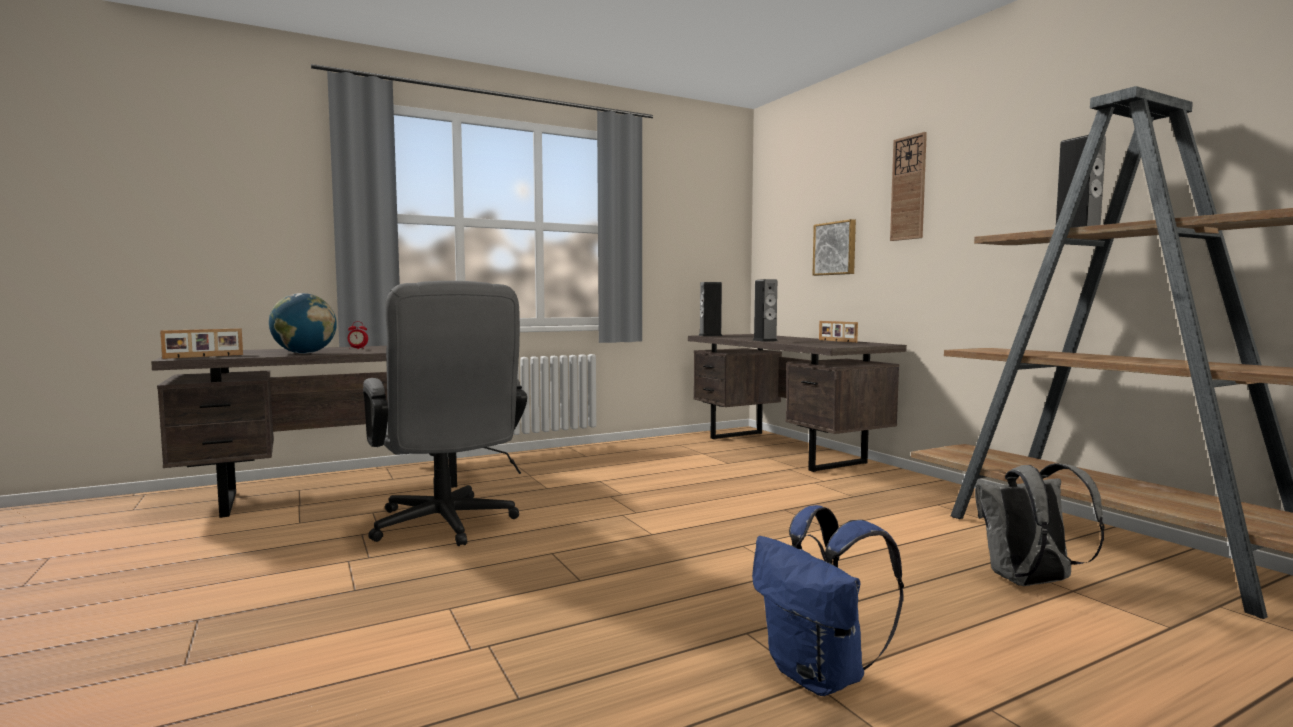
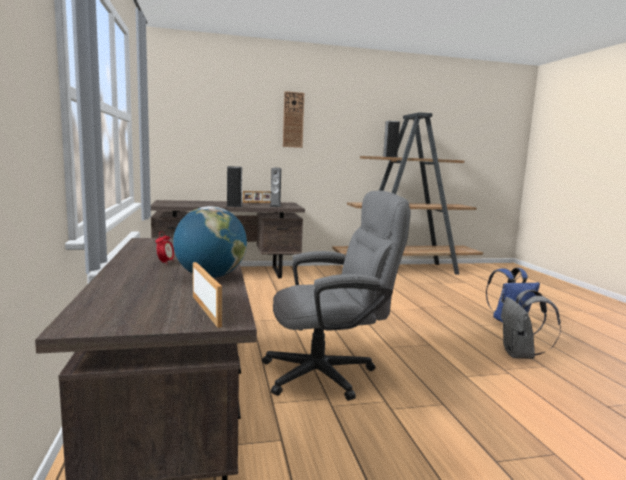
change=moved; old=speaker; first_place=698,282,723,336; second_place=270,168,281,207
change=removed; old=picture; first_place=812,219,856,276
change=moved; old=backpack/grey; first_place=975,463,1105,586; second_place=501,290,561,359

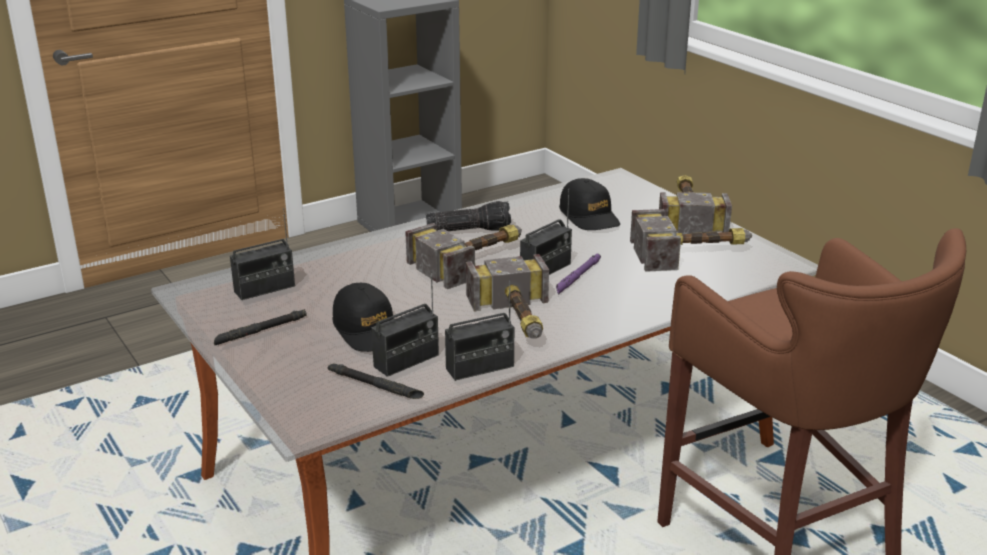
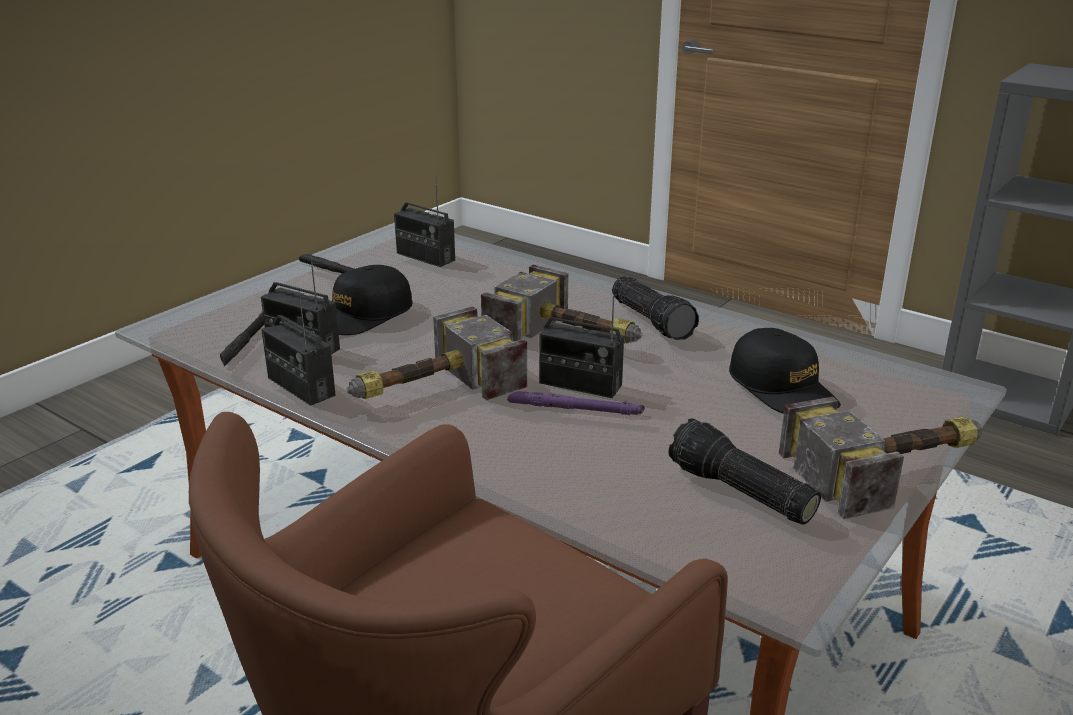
change=turned; old=cap/black; first_place=559,178,620,230; second_place=729,328,841,414; degrees=-75
change=replaced; old=hammer; new=flashlight; first_place=630,209,752,272; second_place=669,418,821,525

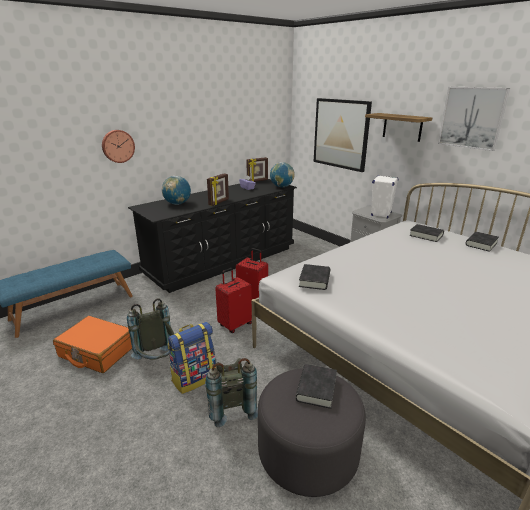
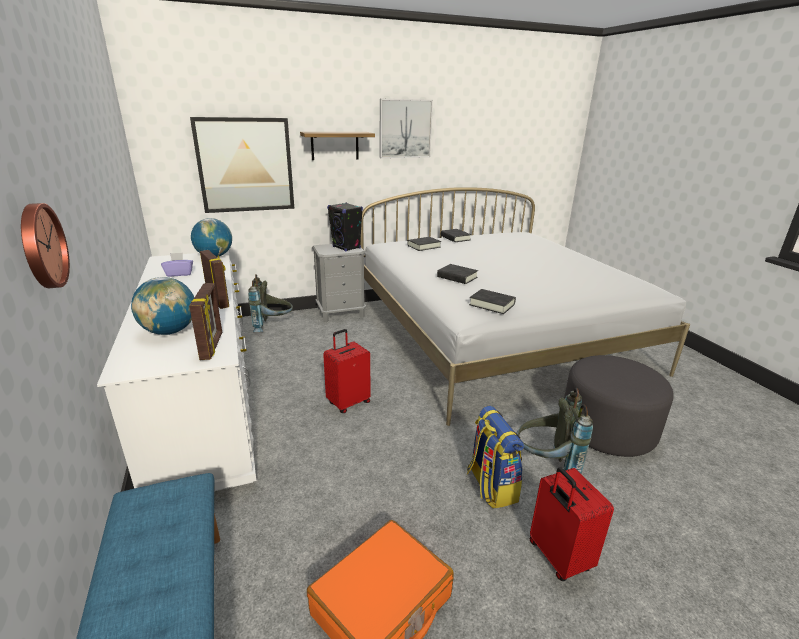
change=moved; old=backpack/grey; first_place=127,298,174,360; second_place=248,274,293,332
change=recoloured; old=dresser/black; new=dresser/white; first_place=128,179,297,293; second_place=97,251,257,491
change=moved; old=suitcase/red; first_place=215,268,252,333; second_place=530,467,614,581
change=moved; old=picture frame; first_place=246,157,268,182; second_place=189,283,222,360
change=moved; old=book/black; first_place=296,364,337,409; second_place=437,264,478,284
change=recoloured; old=speaker/white; new=speaker/black; first_place=371,175,398,218; second_place=327,203,363,252

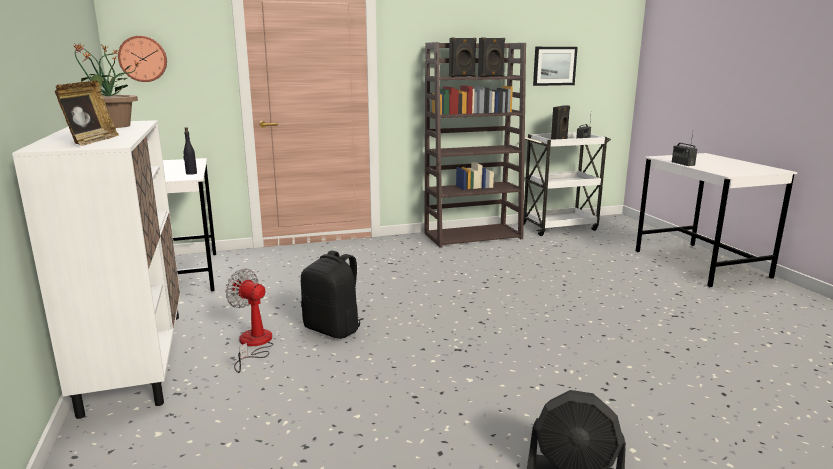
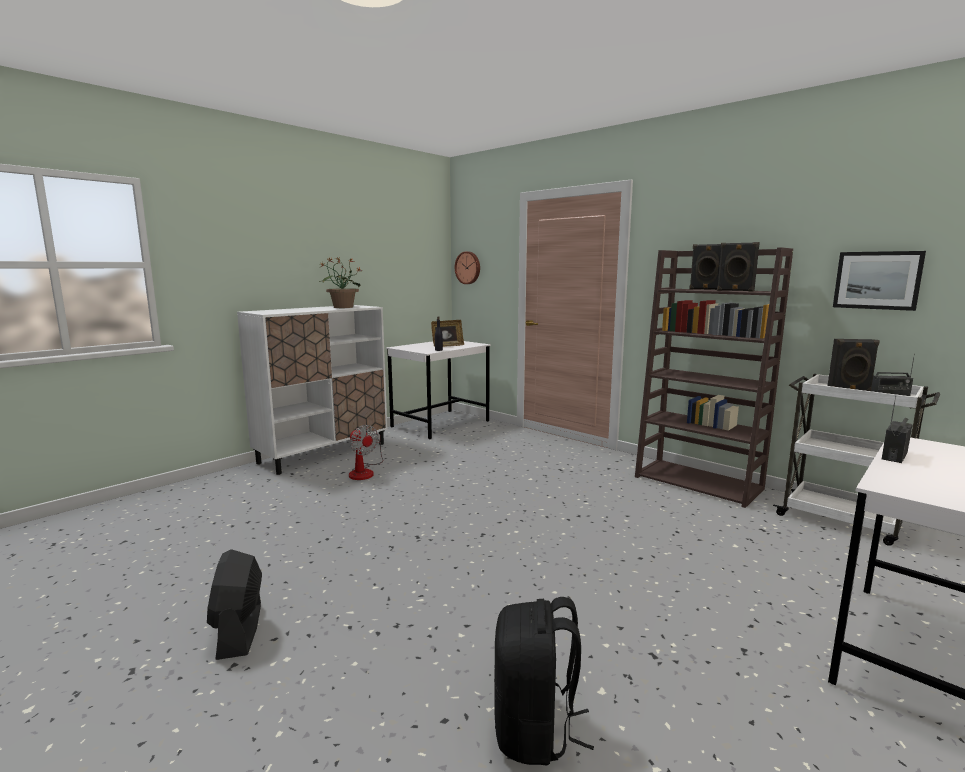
change=moved; old=picture frame; first_place=55,81,119,146; second_place=431,320,464,347
change=turned; old=fan; first_place=225,269,274,373; second_place=349,425,384,480; degrees=135
change=moved; old=backpack/black; first_place=301,250,363,339; second_place=494,597,594,765

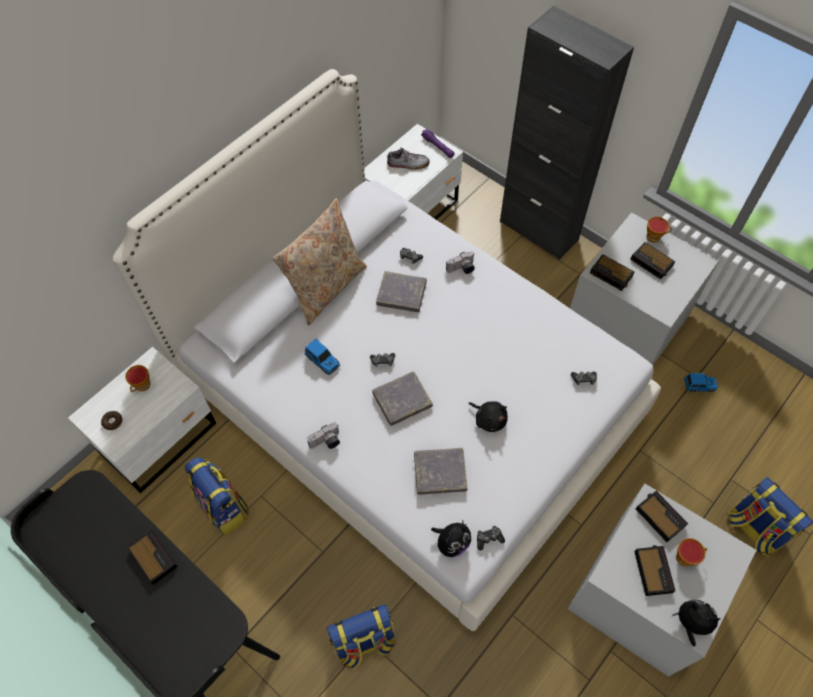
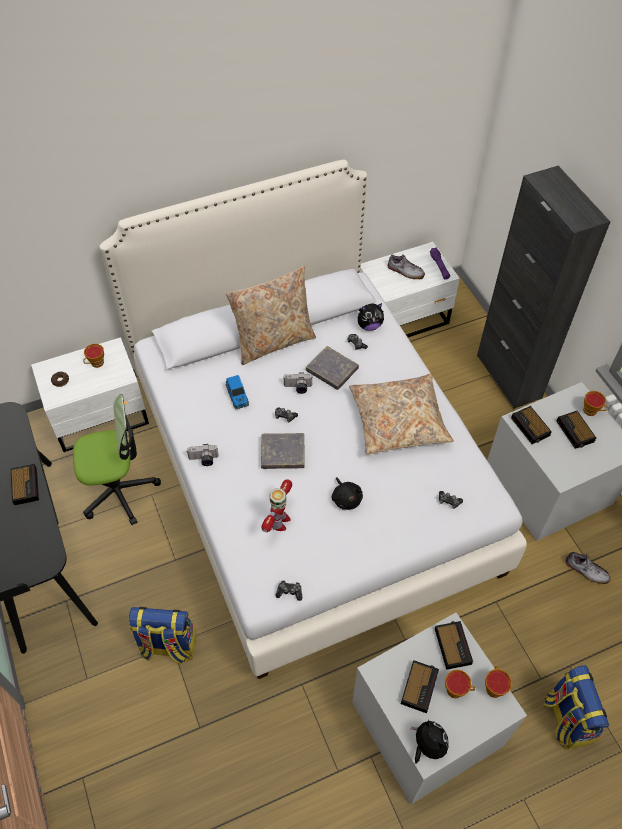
change=replaced; old=backpack; new=office chair; first_place=185,457,249,535; second_place=73,394,161,525
change=replaced; old=book/grey; new=toy robot; first_place=414,448,467,495; second_place=261,479,292,532
change=moved; old=plush toy; first_place=431,521,471,557; second_place=358,303,384,331
change=moved; old=photo camera; first_place=446,251,475,274; second_place=284,373,312,394
change=replaced; old=toy car; new=shoe; first_place=684,373,718,392; second_place=566,552,610,584
change=added; new=pillow/beige; second_place=349,374,454,455
change=added; new=cup; second_place=485,666,512,698

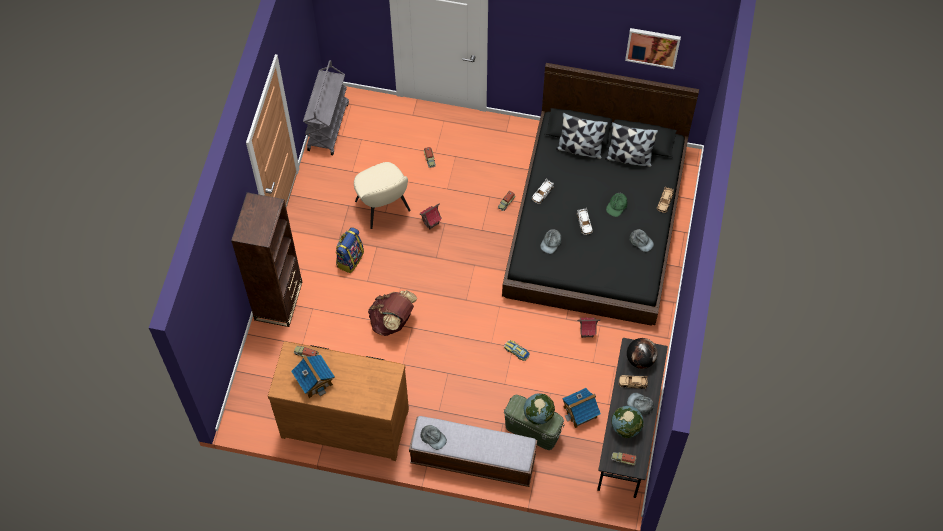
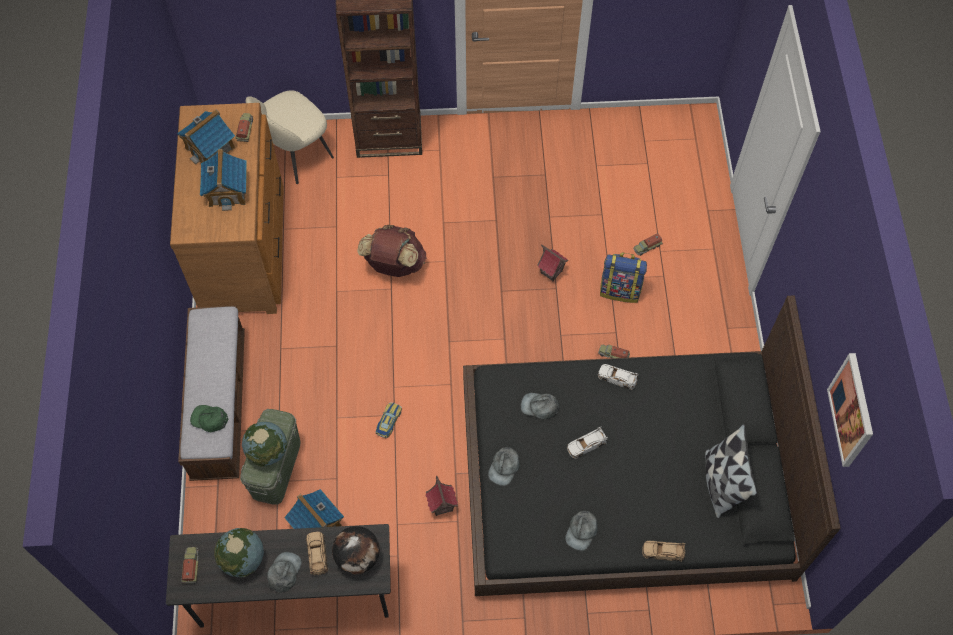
change=removed; old=cart/grey; first_place=303,60,349,155
change=moved; old=backpack; first_place=336,228,364,273; second_place=600,253,647,303
change=moved; old=chair/beige; first_place=354,162,411,229; second_place=246,90,334,184
change=moved; old=cap/grey; first_place=421,425,447,450; second_place=488,447,520,486
change=removed; old=pillow; first_place=556,112,608,159
change=moved; old=cap/green; first_place=606,192,627,217; second_place=190,405,228,432
change=added; new=toy house; second_place=200,149,247,211

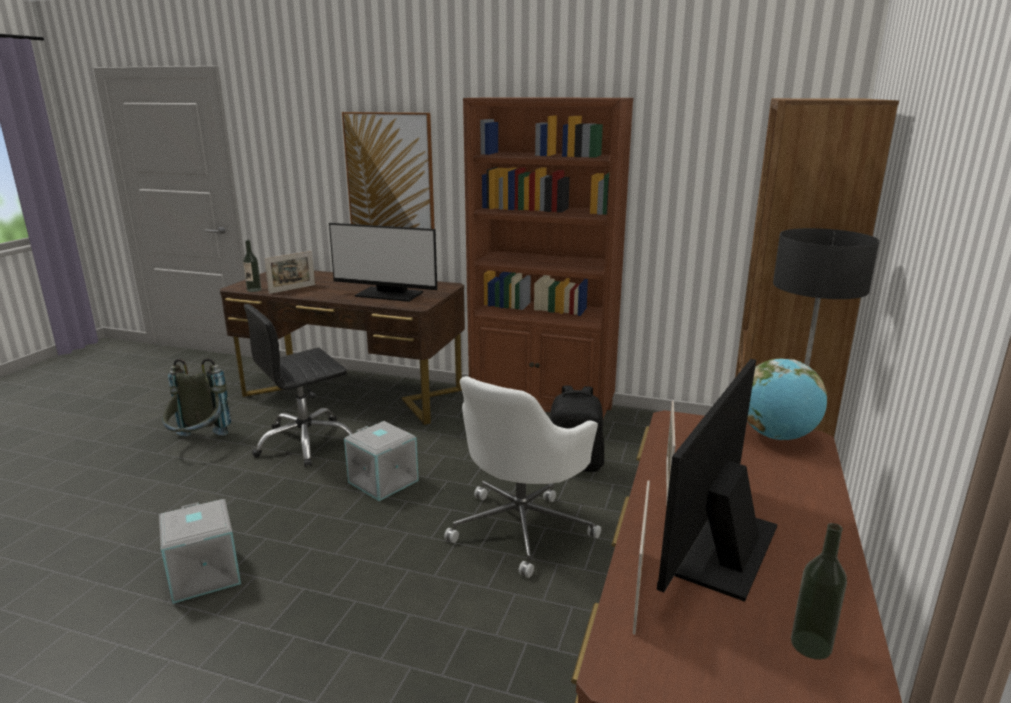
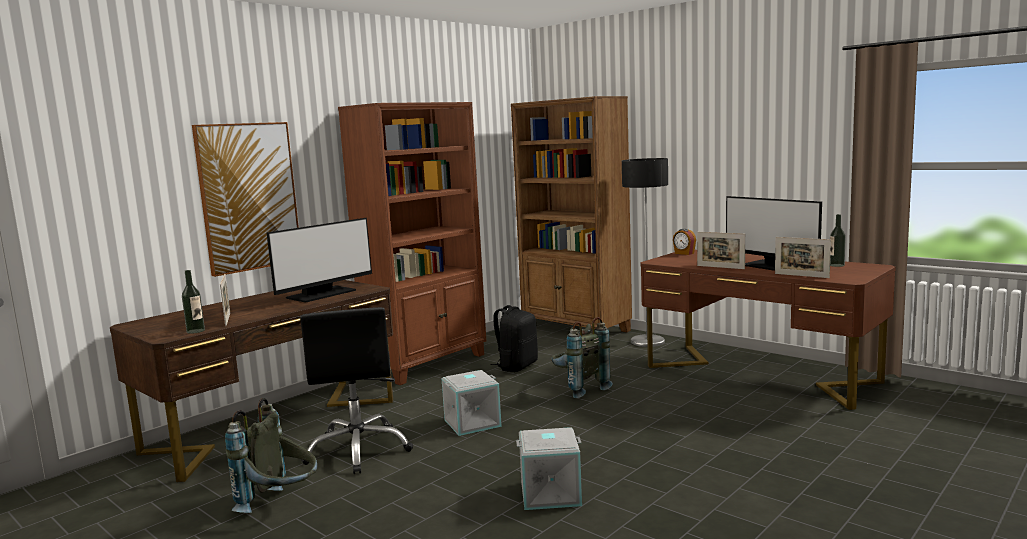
change=replaced; old=office chair/white; new=backpack/grey; first_place=444,376,601,578; second_place=551,317,613,398
change=replaced; old=globe; new=alarm clock; first_place=747,358,827,440; second_place=673,229,696,255

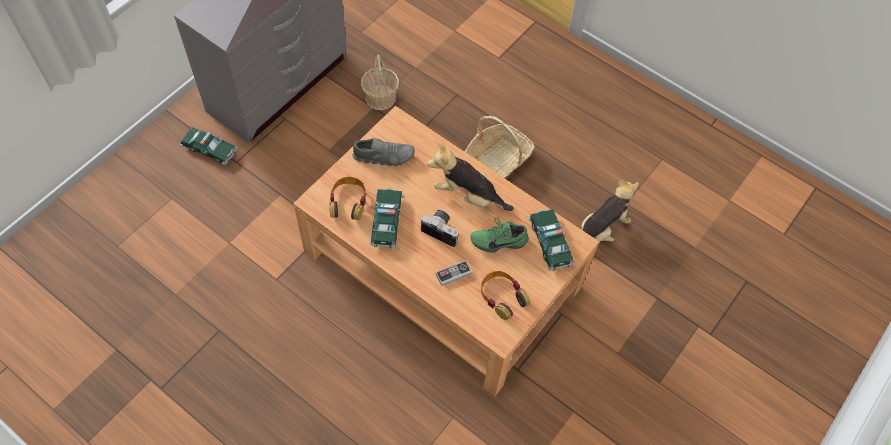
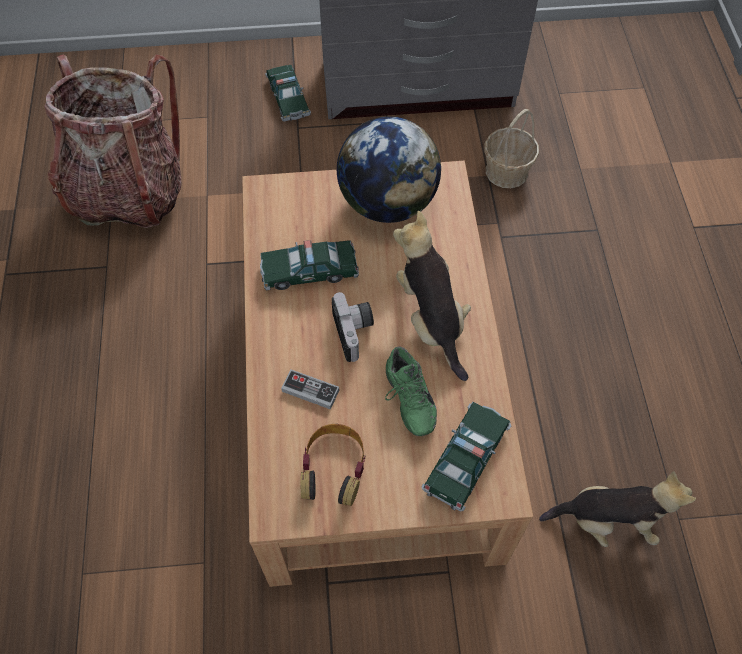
change=removed; old=headphones; first_place=329,177,366,220
change=replaced; old=shoe/grey; new=globe; first_place=352,138,415,166; second_place=337,116,441,223
change=turned; old=toy car; first_place=369,188,404,249; second_place=260,240,359,290; degrees=-150
change=removed; old=basket; first_place=464,116,535,178
change=turned; old=shoe/green; first_place=470,217,529,253; second_place=385,346,437,436; degrees=-150
change=added; new=backpack; second_place=44,54,181,228

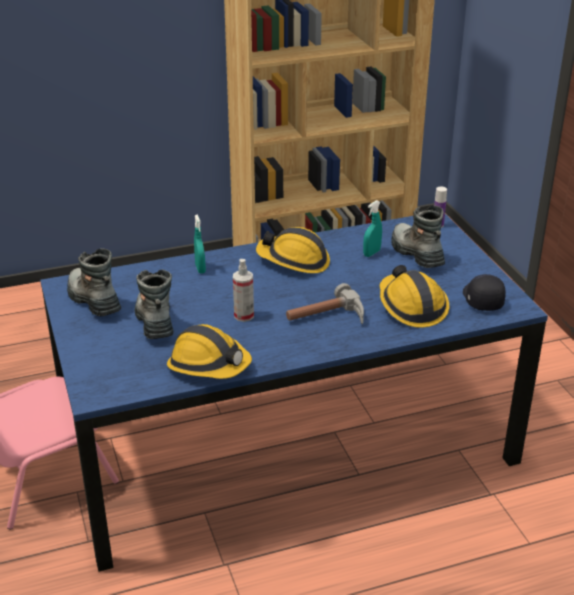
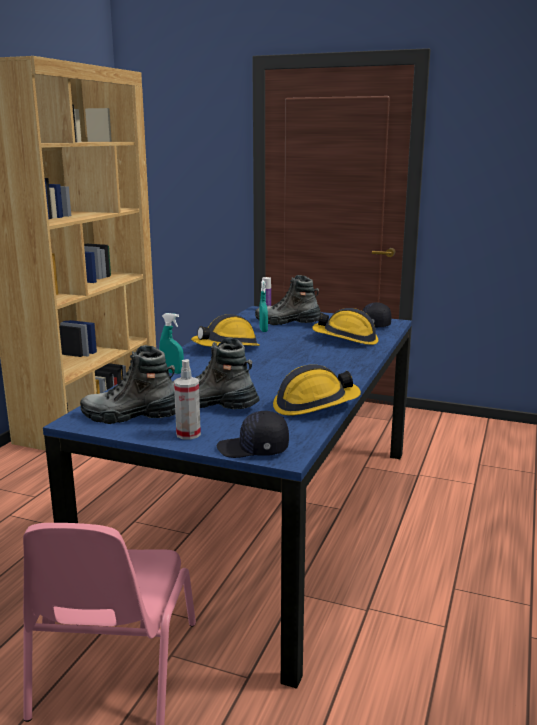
change=moved; old=spray bottle; first_place=233,259,254,322; second_place=174,359,201,440
change=removed; old=hammer; first_place=286,283,364,324
change=added; new=cap/black; second_place=217,411,289,458

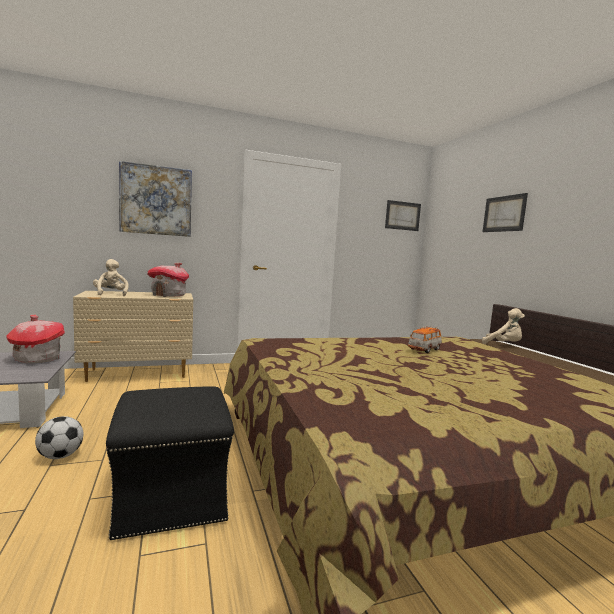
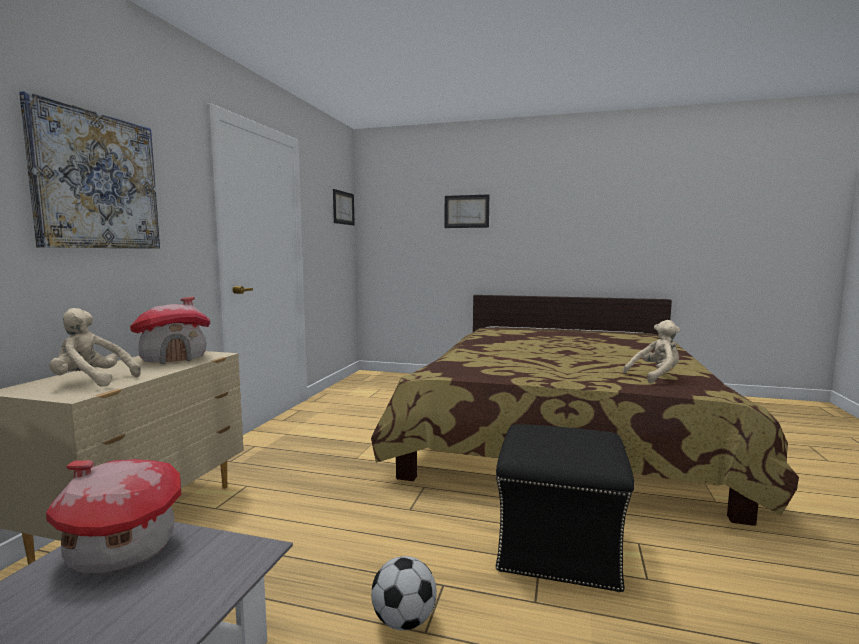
change=removed; old=toy car; first_place=408,326,442,353
change=moved; old=plush toy/beige; first_place=482,308,525,344; second_place=623,320,680,383

